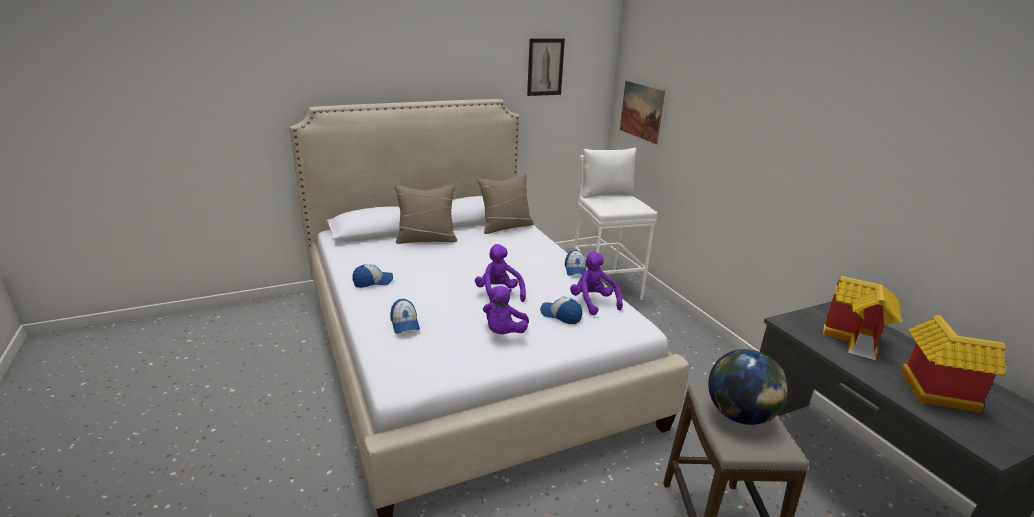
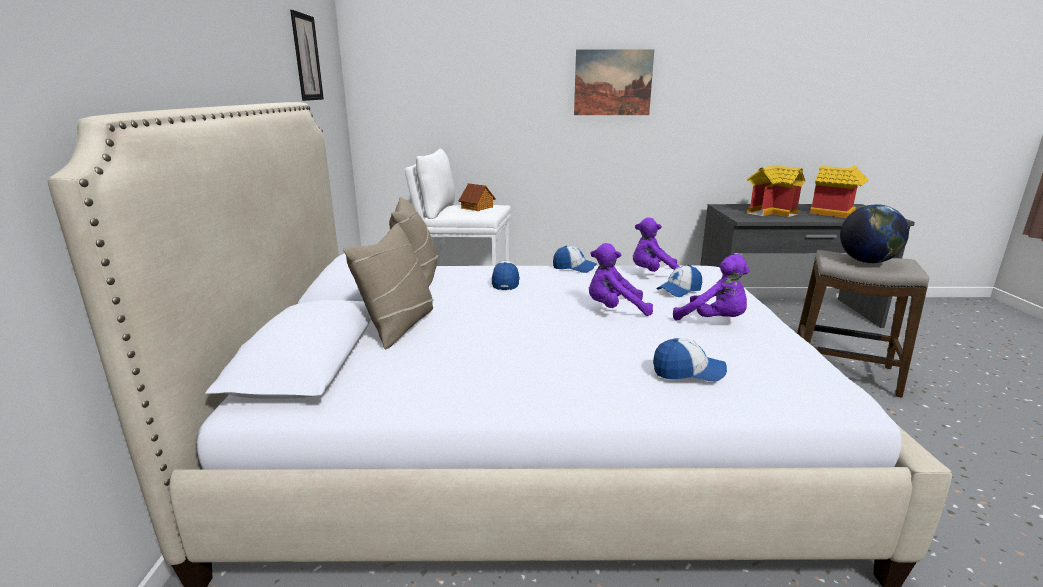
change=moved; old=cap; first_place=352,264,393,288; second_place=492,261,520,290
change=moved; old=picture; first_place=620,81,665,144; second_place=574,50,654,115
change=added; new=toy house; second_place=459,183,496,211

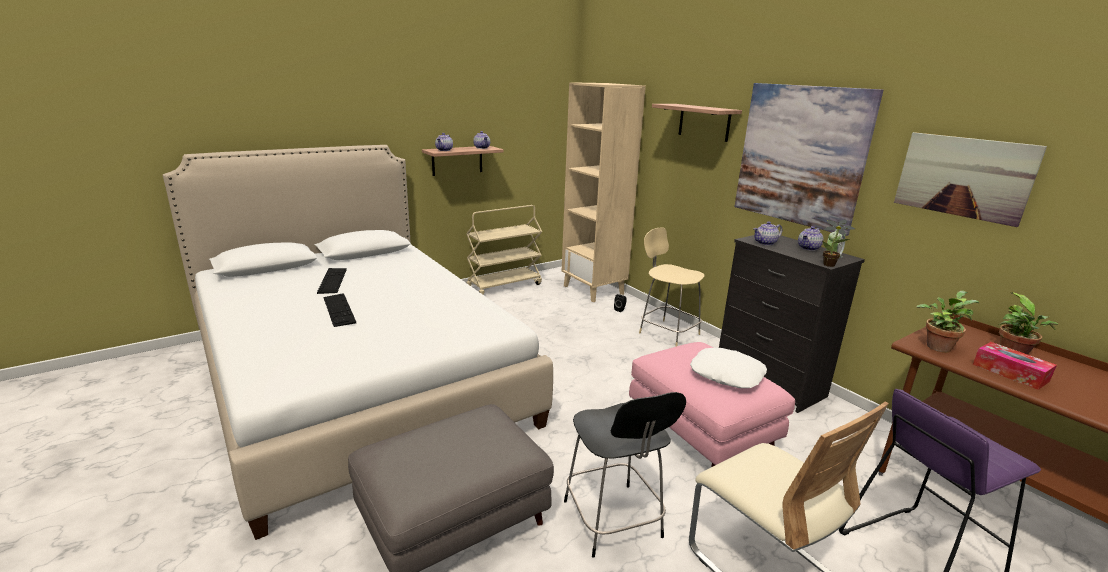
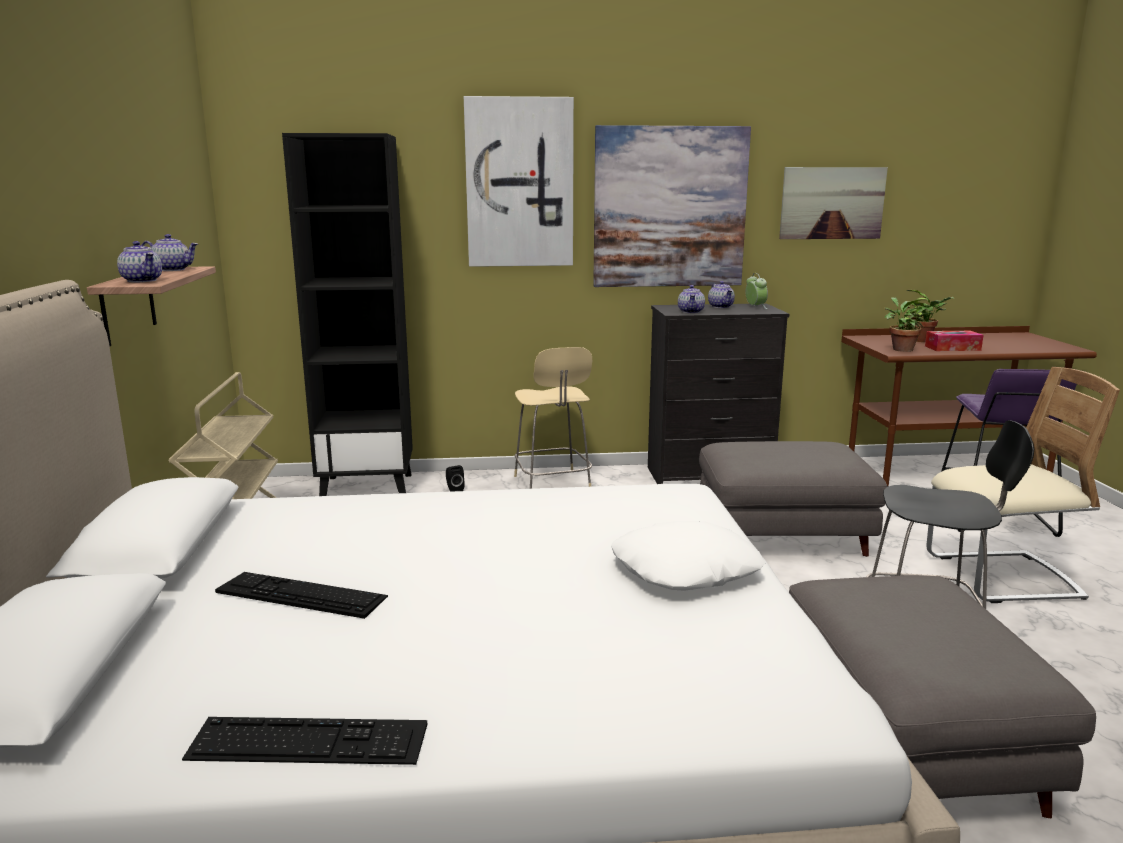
change=moved; old=keyboard; first_place=323,293,356,327; second_place=182,717,427,765
change=recoloured; old=bookcase/beige; new=bookcase/black; first_place=561,82,646,302; second_place=282,133,413,496
change=recoloured; old=ottoman/pink; new=ottoman/grey; first_place=629,342,795,467; second_place=699,441,887,557
change=turned; old=chair/beige; first_place=639,227,705,347; second_place=514,347,592,489; degrees=-90
change=replaced; old=shelf; new=picture; first_place=652,104,742,142; second_place=464,96,574,267
change=moved; old=pillow/white; first_place=690,348,767,388; second_place=611,521,765,591
change=removed; old=potted plant; first_place=822,220,855,267

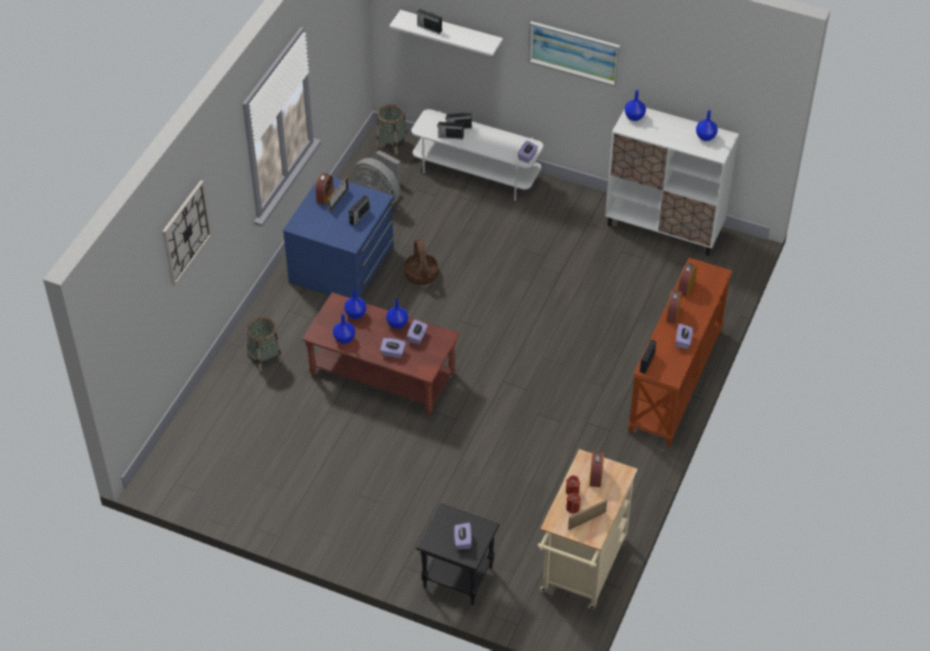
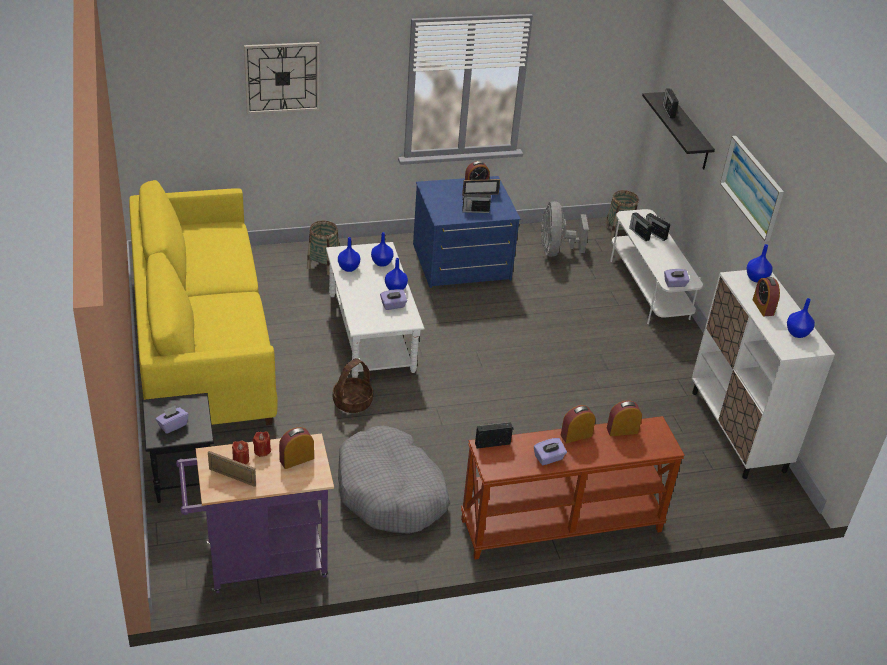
change=recoloured; old=coffee table/brown; new=coffee table/white; first_place=302,292,460,415; second_place=326,242,425,378
change=removed; old=tissue box/purple; first_place=380,338,406,358
change=recoloured; old=shelf/white; new=shelf/black; first_place=389,10,503,57; second_place=642,92,715,170
change=moved; old=basket; first_place=404,239,439,285; second_place=333,358,373,413
change=recoloured; old=cart/beige; new=cart/purple; first_place=537,449,638,610; second_place=176,433,334,593
change=added; new=sofa/yellow; second_place=129,180,278,425
change=added; new=dog bed/grey; second_place=338,426,449,534
change=added; new=alarm clock; second_place=753,277,780,316

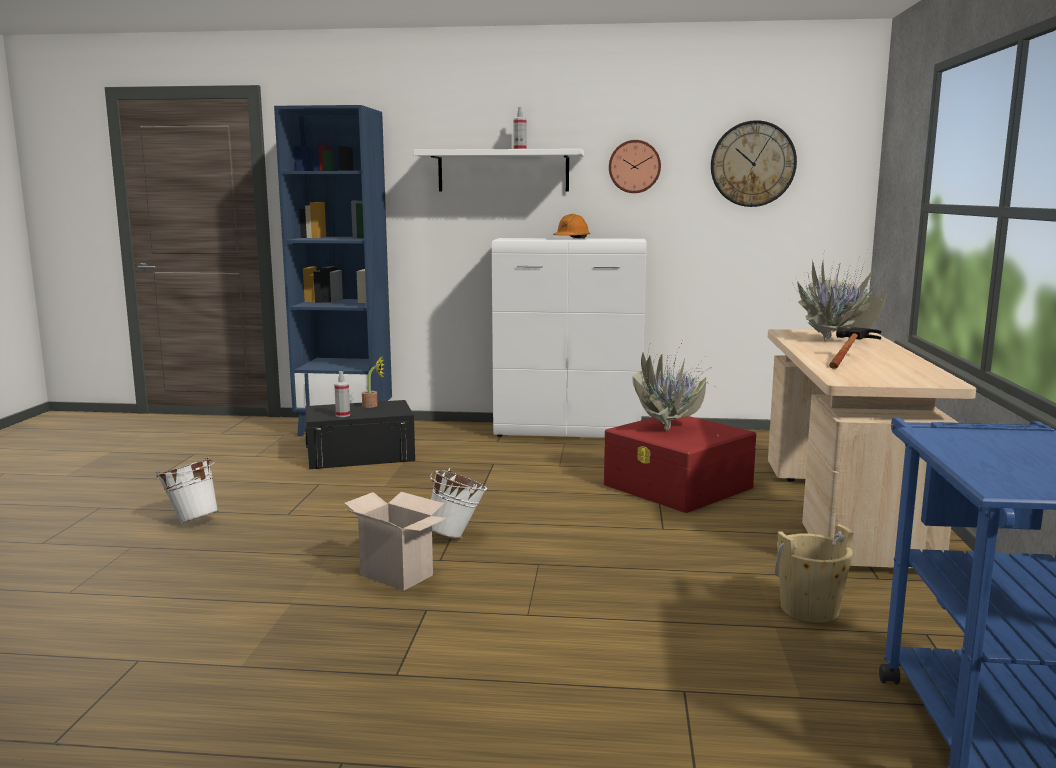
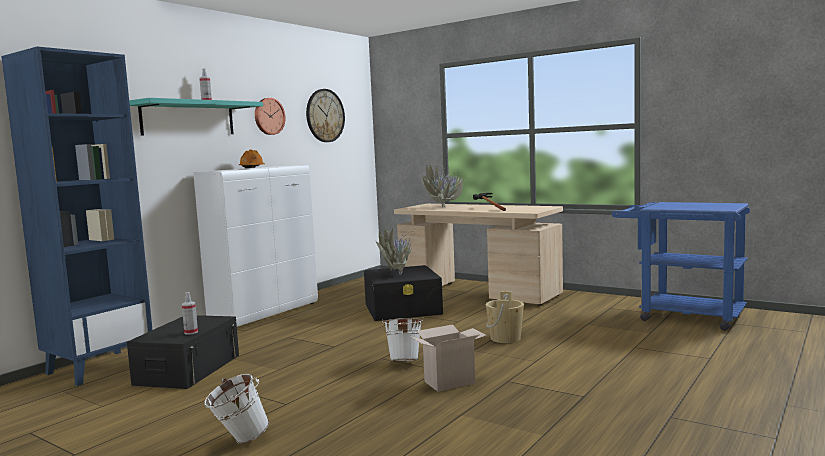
change=removed; old=potted plant; first_place=362,356,384,408
change=recoloured; old=shelf/white; new=shelf/turquoise; first_place=414,149,584,191; second_place=129,98,263,136
change=recoloured; old=storage box/red; new=storage box/black; first_place=604,416,757,513; second_place=364,265,443,321
change=moved; old=bucket/beige; first_place=775,524,854,622; second_place=486,291,524,343

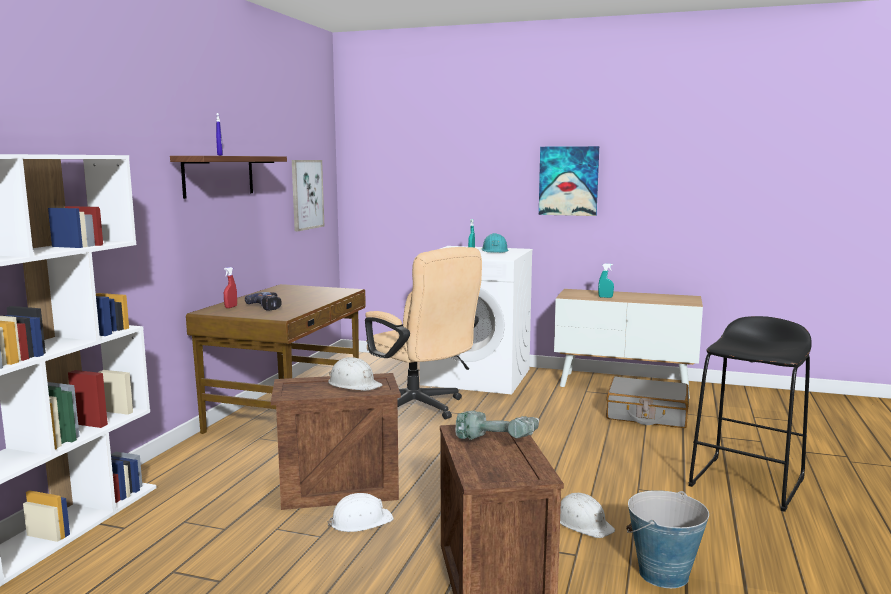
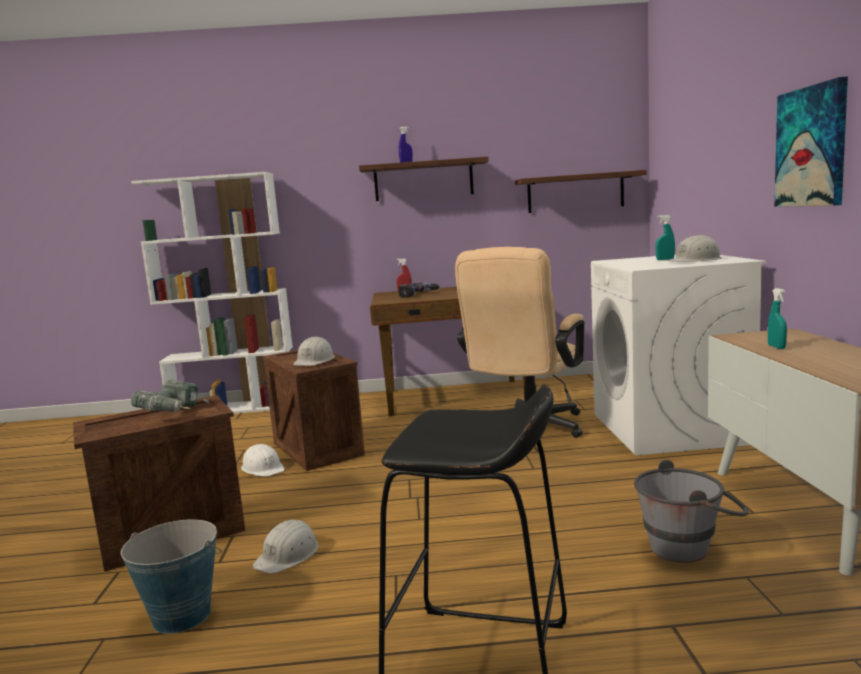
change=replaced; old=picture; new=shelf; first_place=292,160,324,231; second_place=515,170,647,213
change=recoloured; old=hard hat/turquoise; new=hard hat/white; first_place=481,233,509,253; second_place=667,235,721,262
change=replaced; old=suitcase/grey; new=bucket/grey; first_place=606,376,689,428; second_place=634,460,749,563

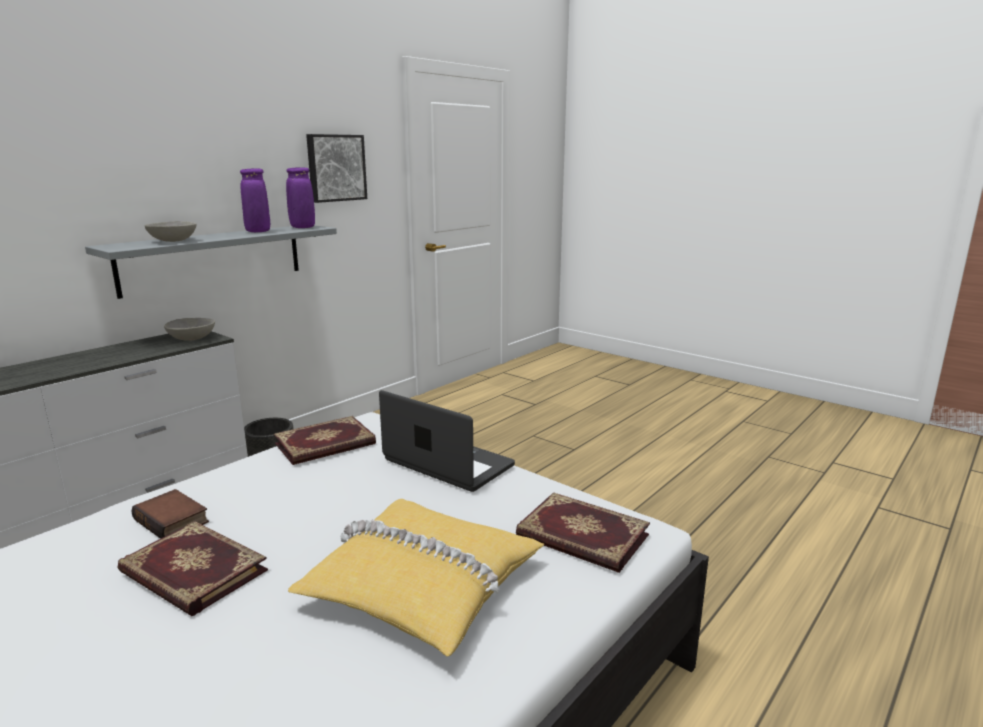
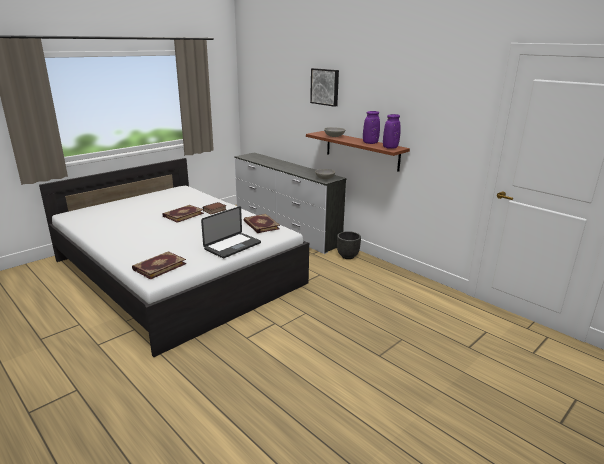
change=recoloured; old=shelf/grey; new=shelf/brown; first_place=85,225,337,299; second_place=306,131,410,172
change=removed; old=pillow/yellow; first_place=288,499,544,657
change=moved; old=picture; first_place=306,134,367,203; second_place=310,68,339,107

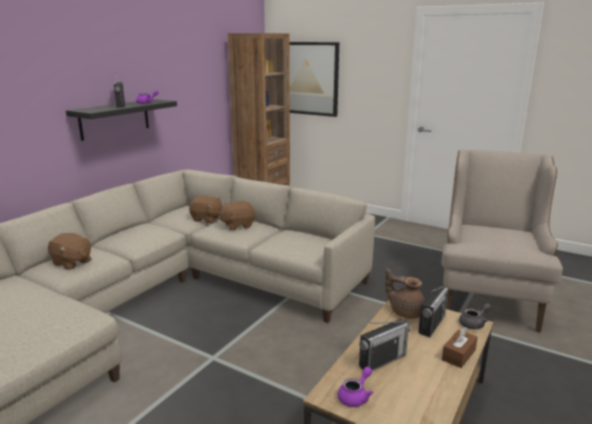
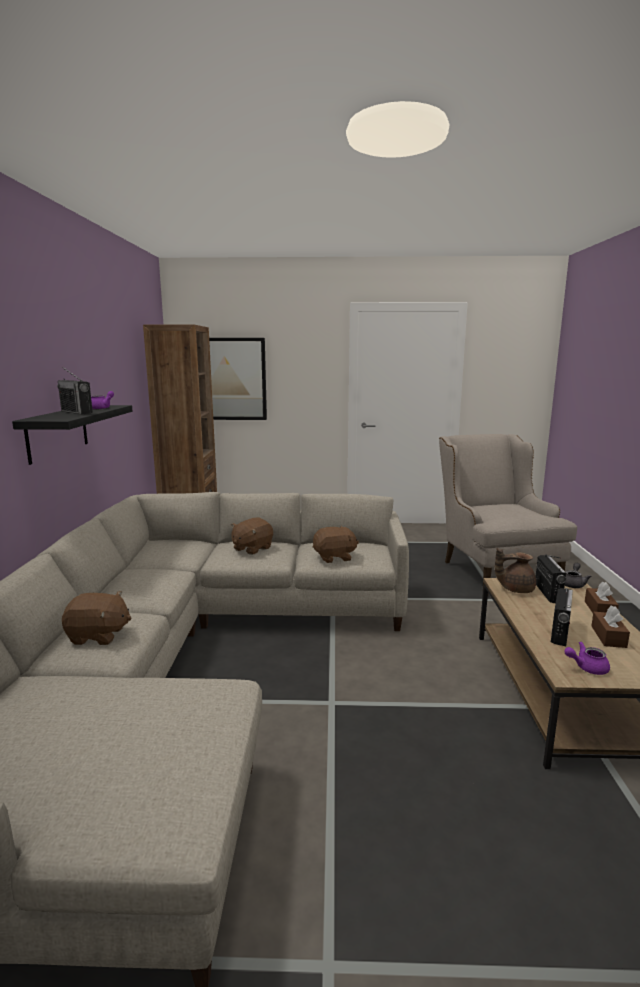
change=moved; old=plush toy/brown; first_place=189,196,223,223; second_place=313,526,359,563
change=turned; old=teapot/purple; first_place=338,366,373,407; second_place=564,642,610,675; degrees=-105
change=added; new=tissue box/brown; second_place=591,605,630,648

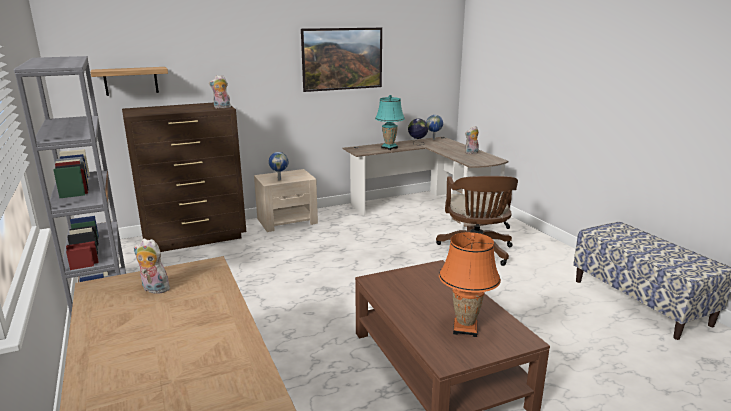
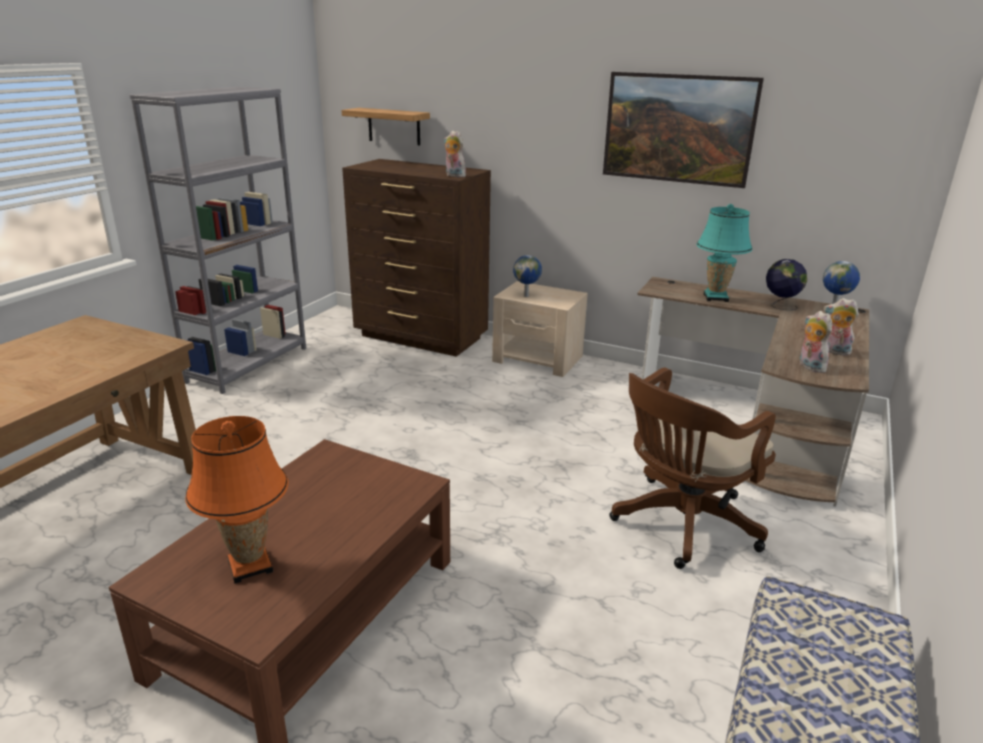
change=moved; old=plush toy; first_place=134,238,170,294; second_place=800,311,832,373

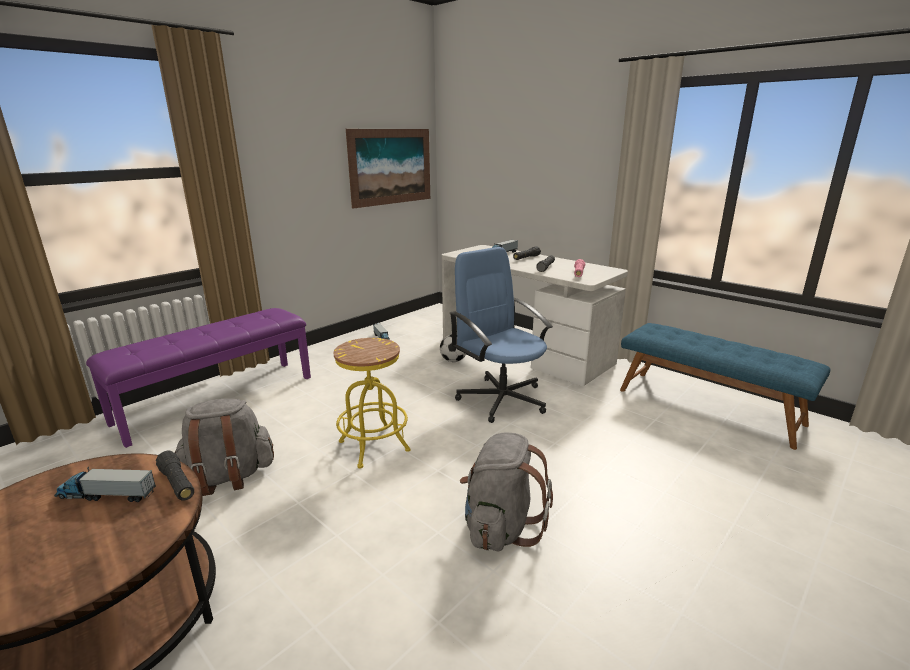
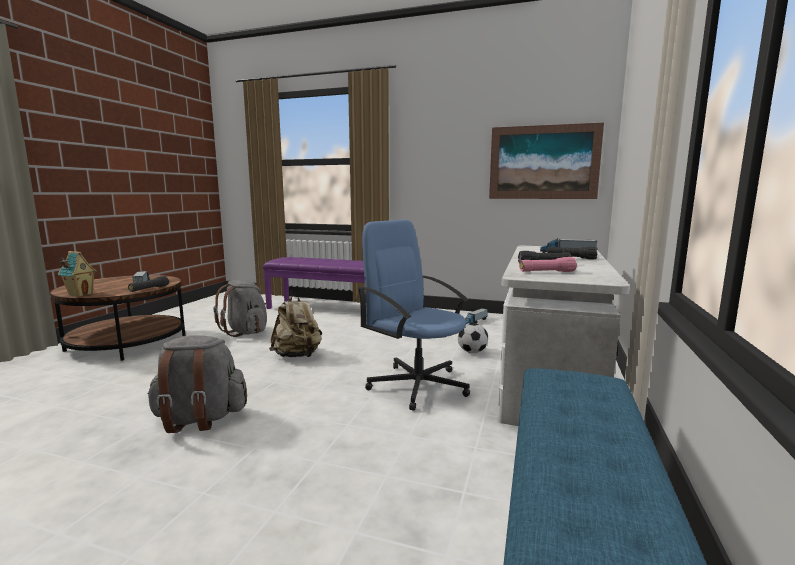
change=replaced; old=stool/yellow; new=backpack/beige; first_place=334,338,410,468; second_place=269,294,323,357
change=turned; old=office chair/blue; first_place=450,247,553,423; second_place=358,220,470,411; degrees=-75
change=added; new=toy house; second_place=58,251,97,297

